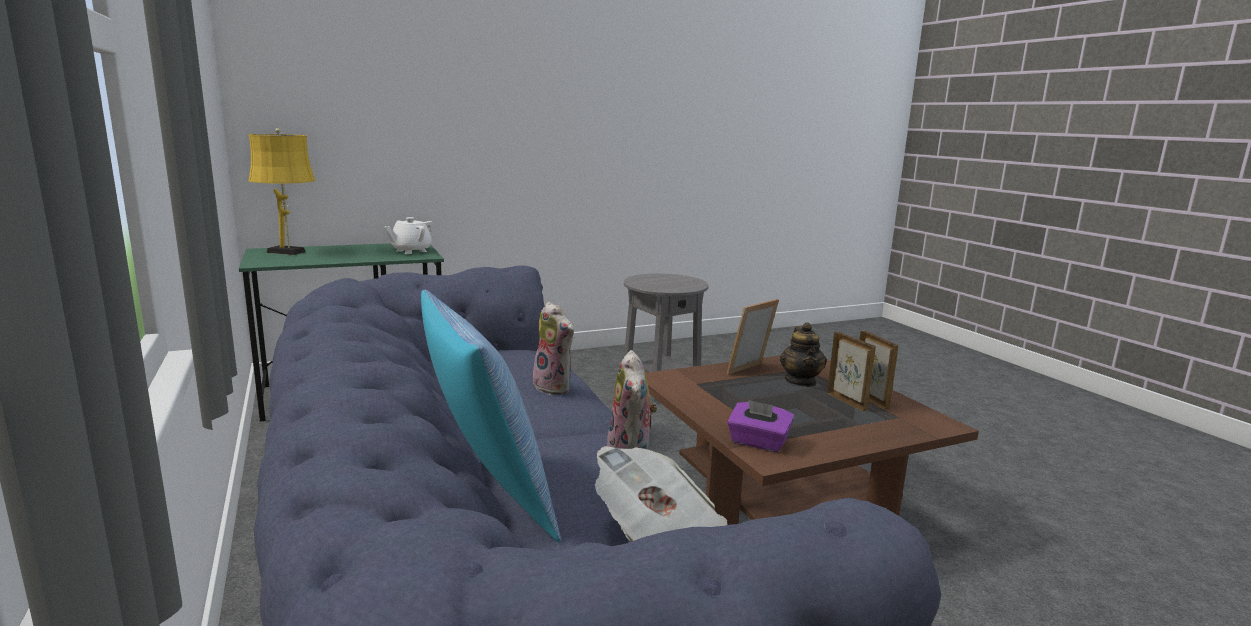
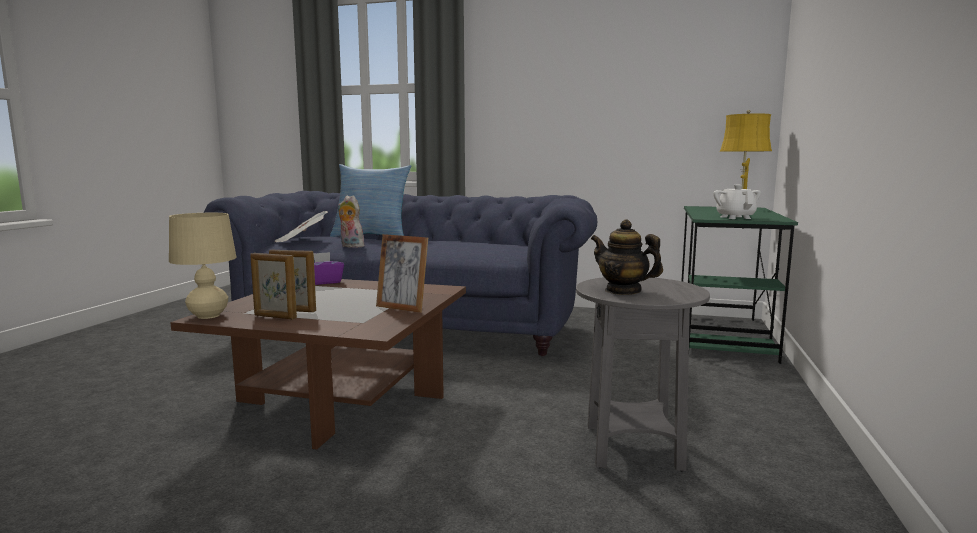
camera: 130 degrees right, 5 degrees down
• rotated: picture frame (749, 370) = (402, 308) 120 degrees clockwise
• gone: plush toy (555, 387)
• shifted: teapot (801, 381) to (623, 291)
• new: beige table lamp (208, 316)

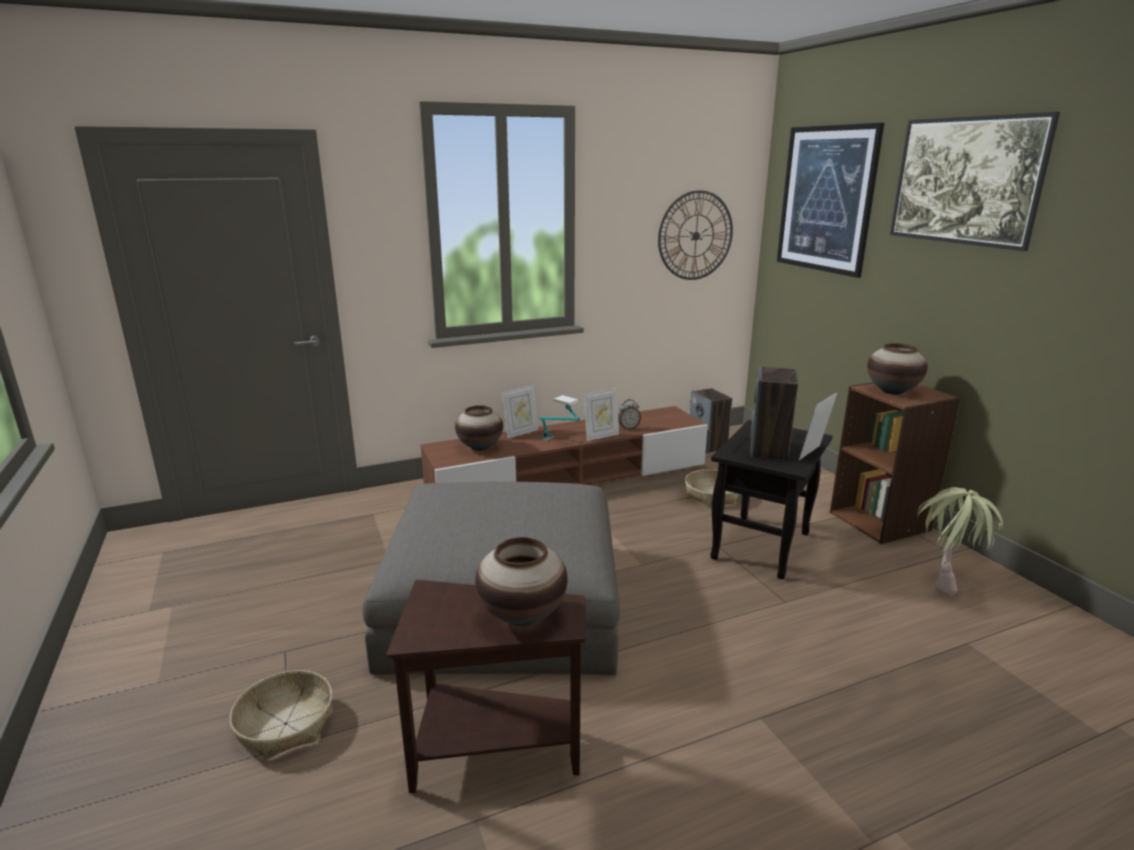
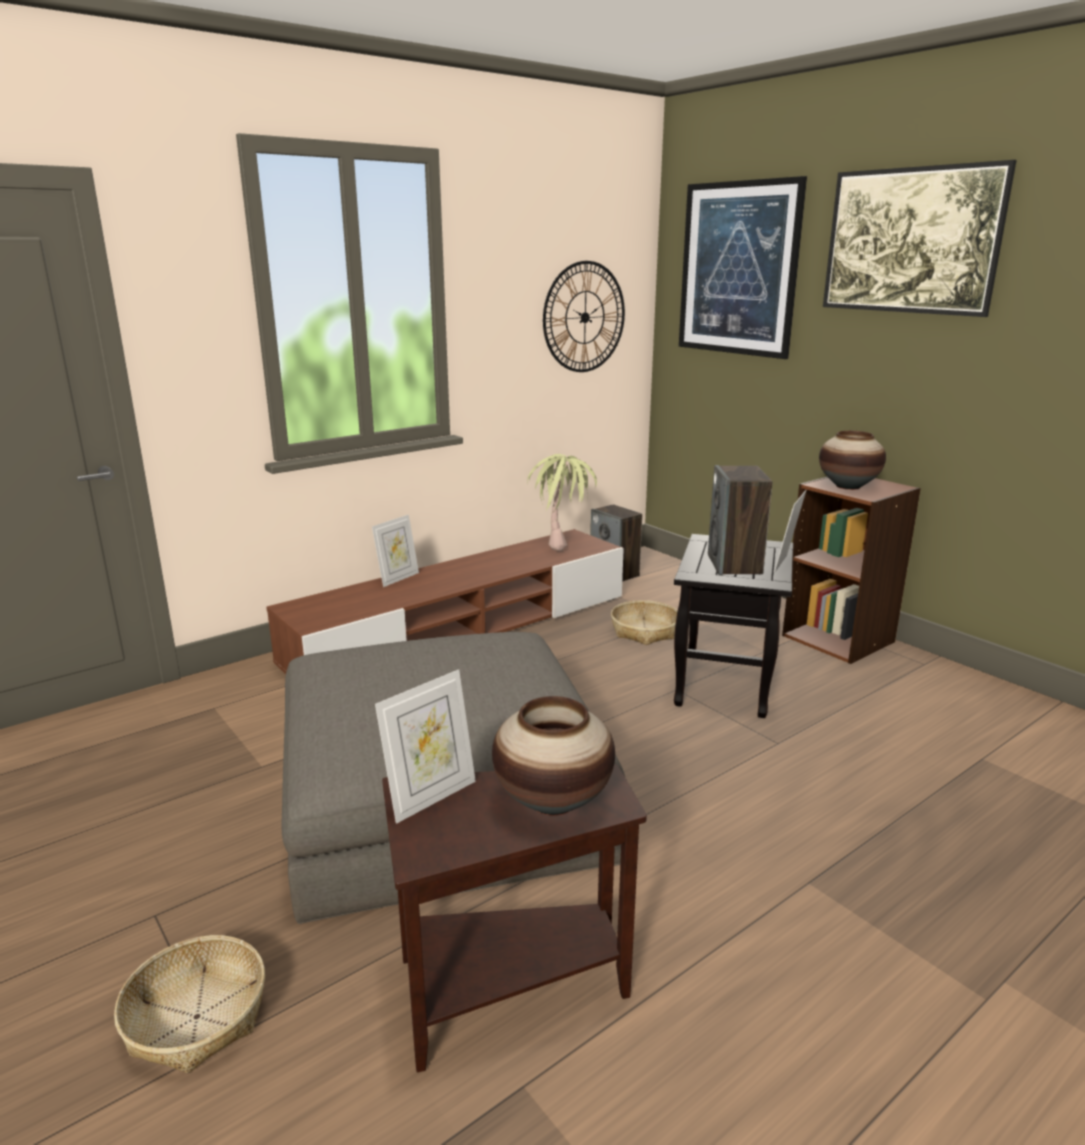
camera: 15 degrees left, 0 degrees up
• shifted: picture frame (601, 436) to (431, 797)
• gone: table lamp (559, 442)
• gone: alarm clock (628, 428)
• gone: vase (480, 447)
• shifted: potted plant (946, 581) to (562, 543)

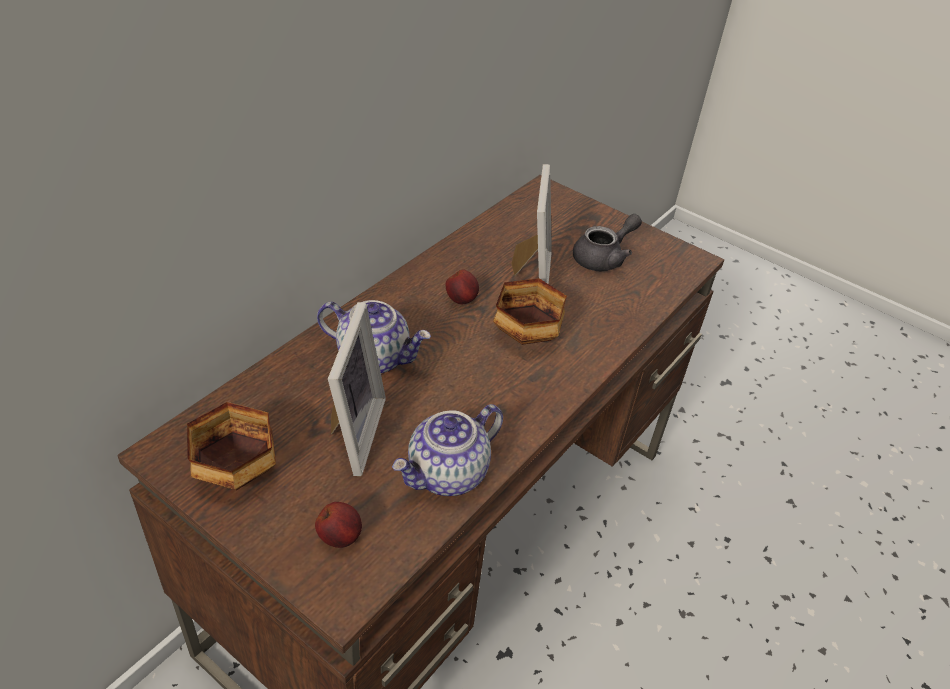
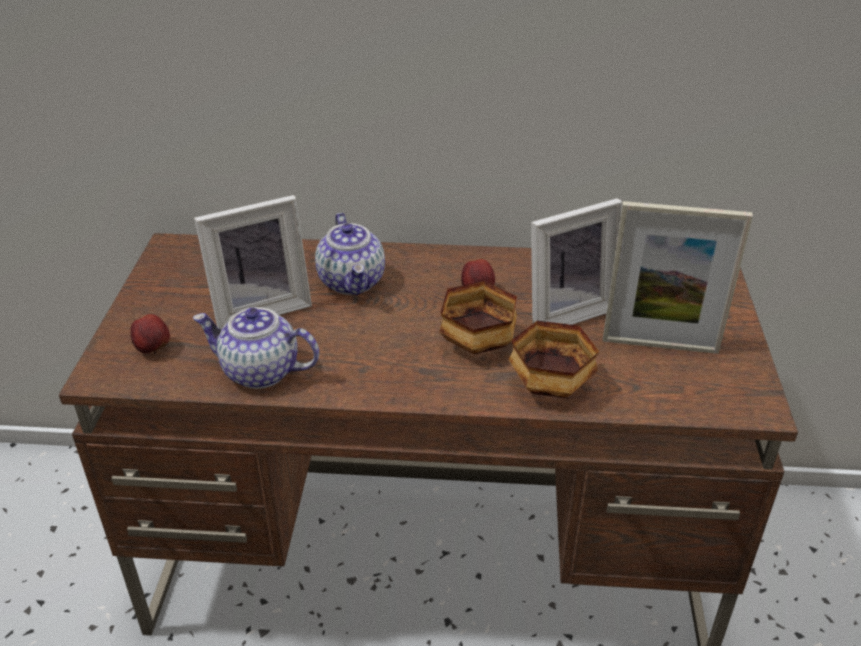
camera: 60 degrees right, 5 degrees down
• swapped: grey teapot (603, 258) to picture frame (660, 345)
• shifted: bowl (238, 472) to (550, 387)

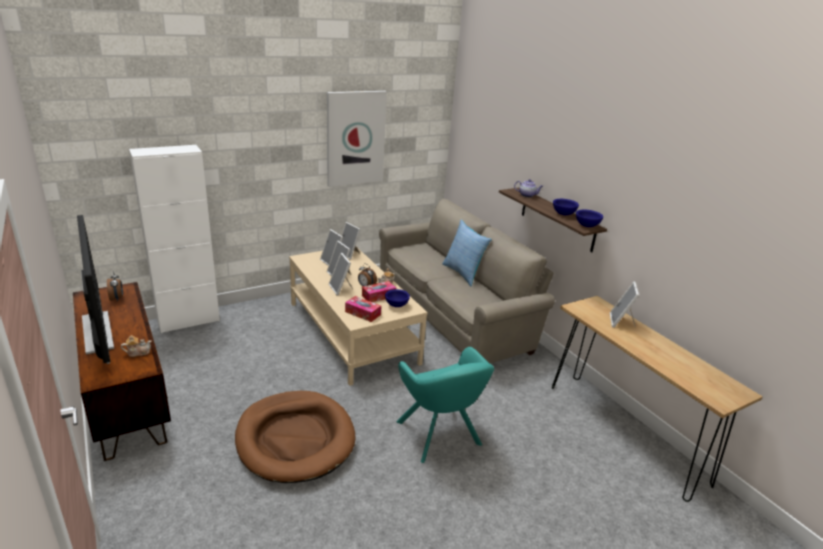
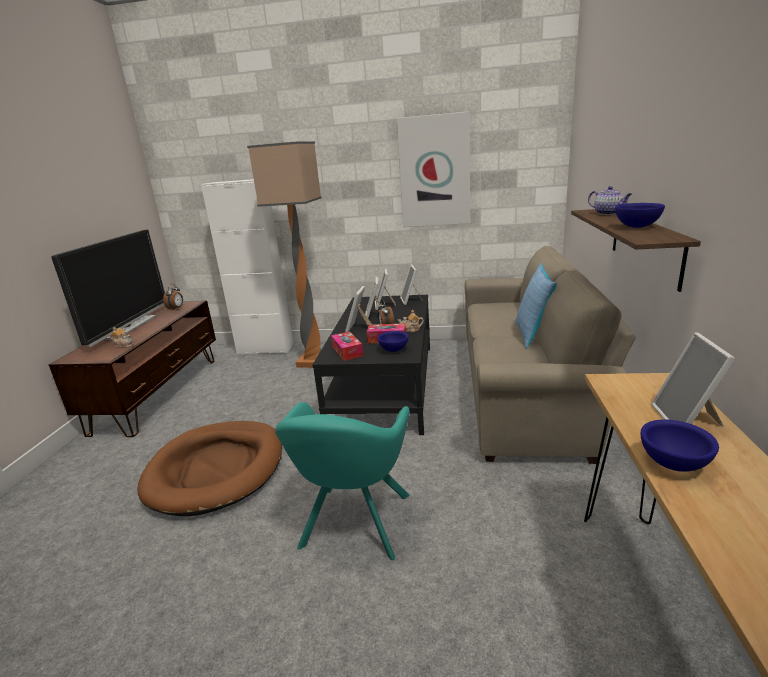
camera: 40 degrees right, 5 degrees down
• shifted: blue bowl (586, 226) to (672, 463)
• repainted: beige coffee table (352, 332) to black coffee table (385, 385)
• rotated: picture frame (621, 322) = (687, 420) 45 degrees counterclockwise
• new: floor lamp (312, 362)

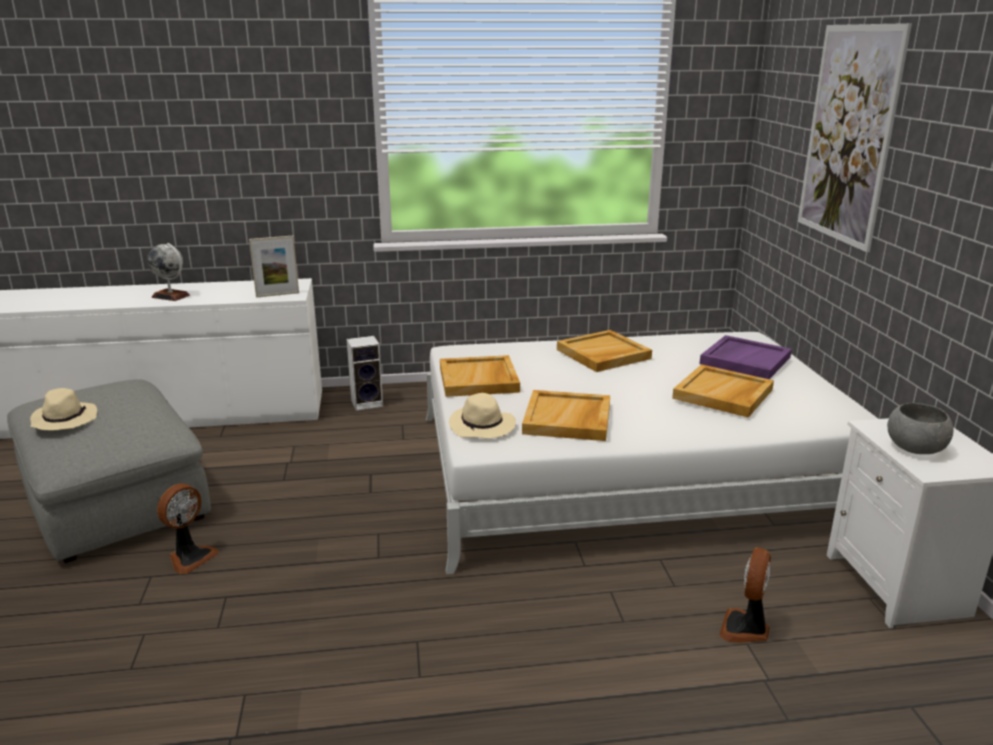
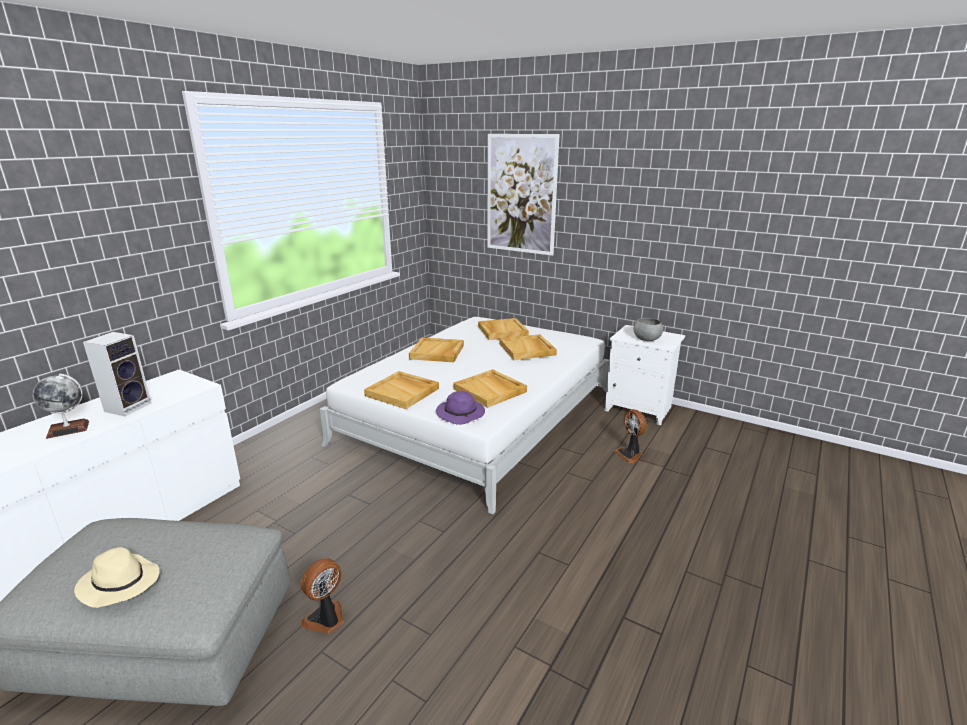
camera: 50 degrees left, 0 degrees up
• gone: picture frame (277, 294)
• repainted: purple tray (744, 360) to beige tray (502, 331)
• shifted: speaker (368, 403) to (129, 406)
• repainted: beige hat (482, 427) to purple hat (461, 414)
• rotated: fan (190, 557) = (326, 619) 120 degrees counterclockwise

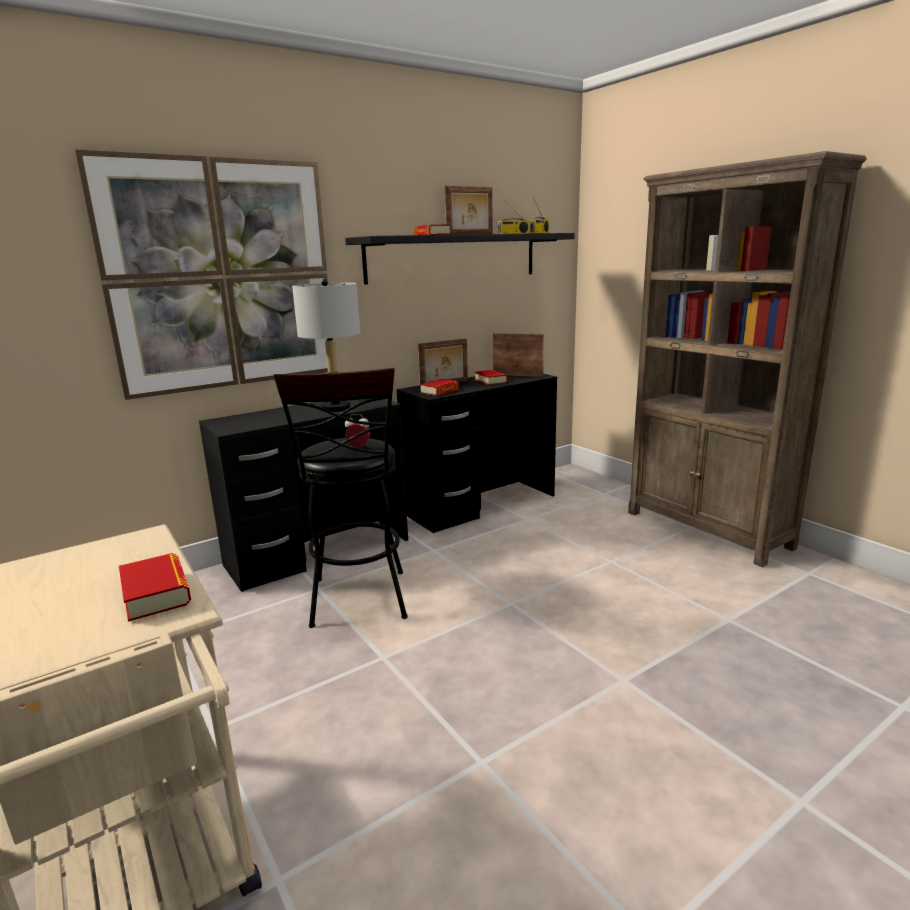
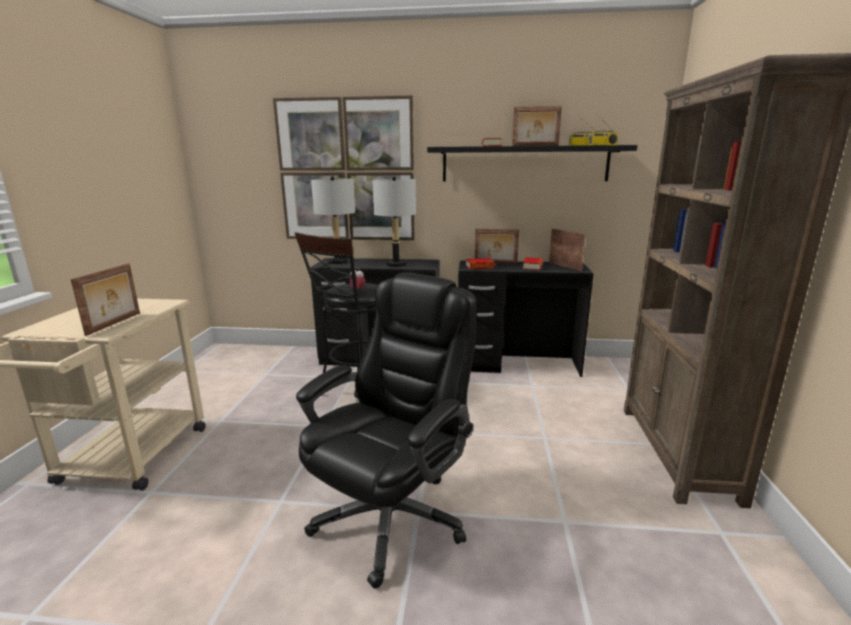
camera: 40 degrees right, 0 degrees up
• swapped: book (156, 593) to picture frame (115, 323)
• new: grey table lamp (338, 262)
• new: black office chair (392, 516)

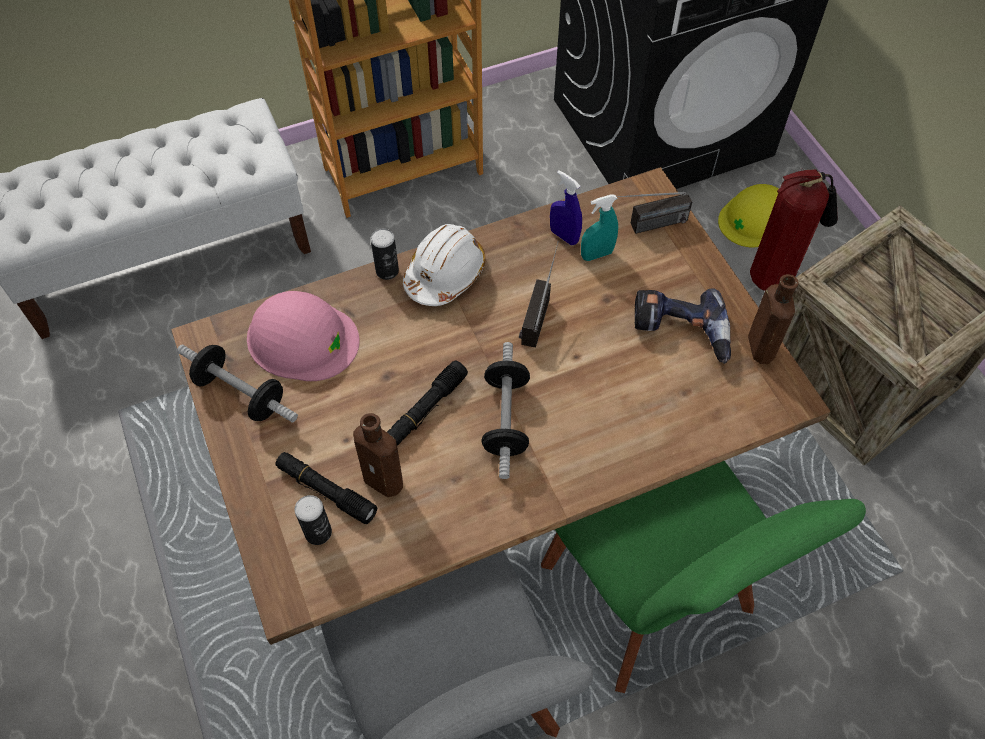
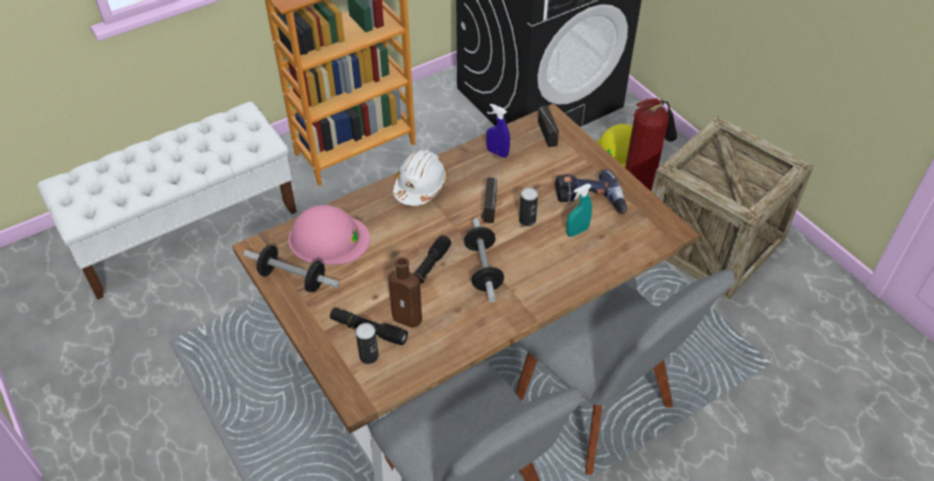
camera: 10 degrees left, 10 degrees down
• rotated: radio (645, 227) = (551, 140) 75 degrees counterclockwise
• shifted: turquoise spray bottle (597, 254) to (577, 231)
• shifted: can (387, 271) to (527, 220)
• gone: brown bottle (760, 344)
• repainted: green chair (651, 598) to grey chair (598, 408)

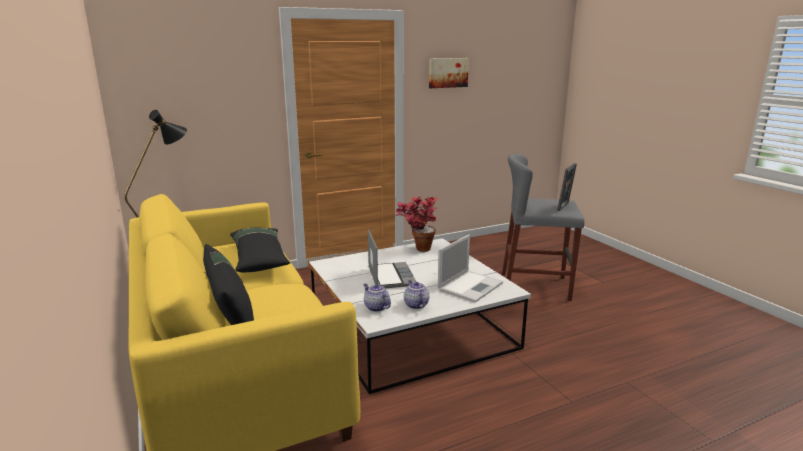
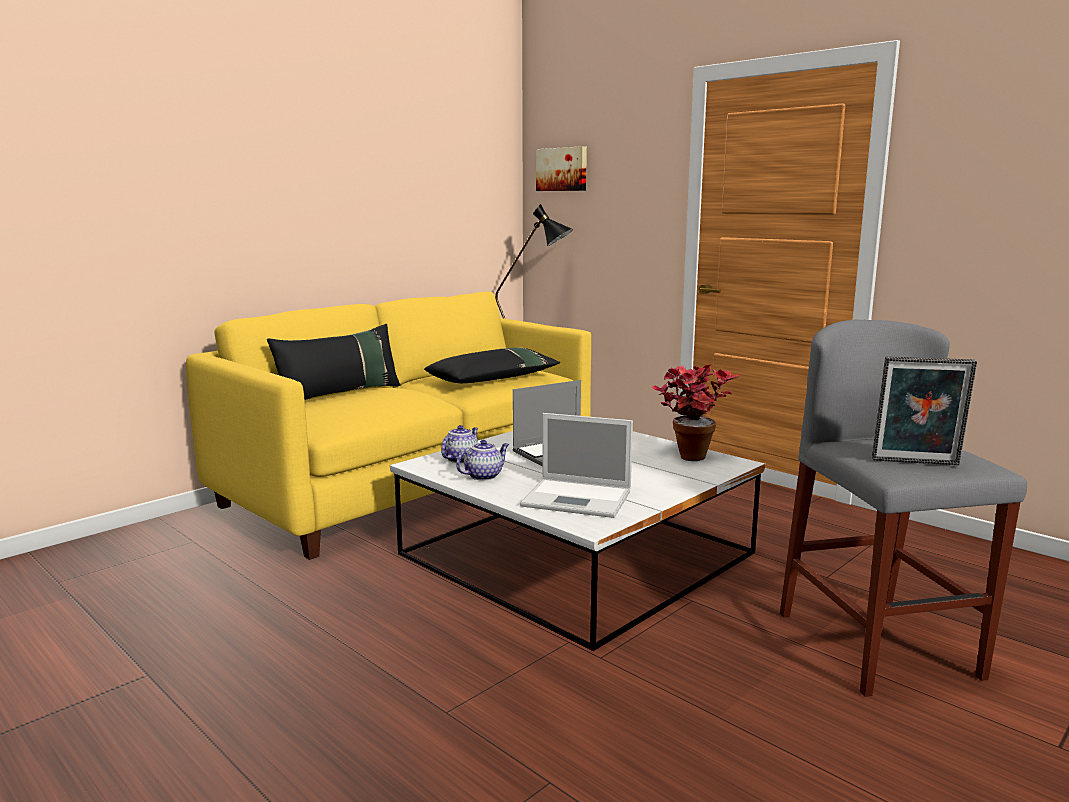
camera: 70 degrees right, 5 degrees down
• shifted: picture (447, 72) to (562, 169)

